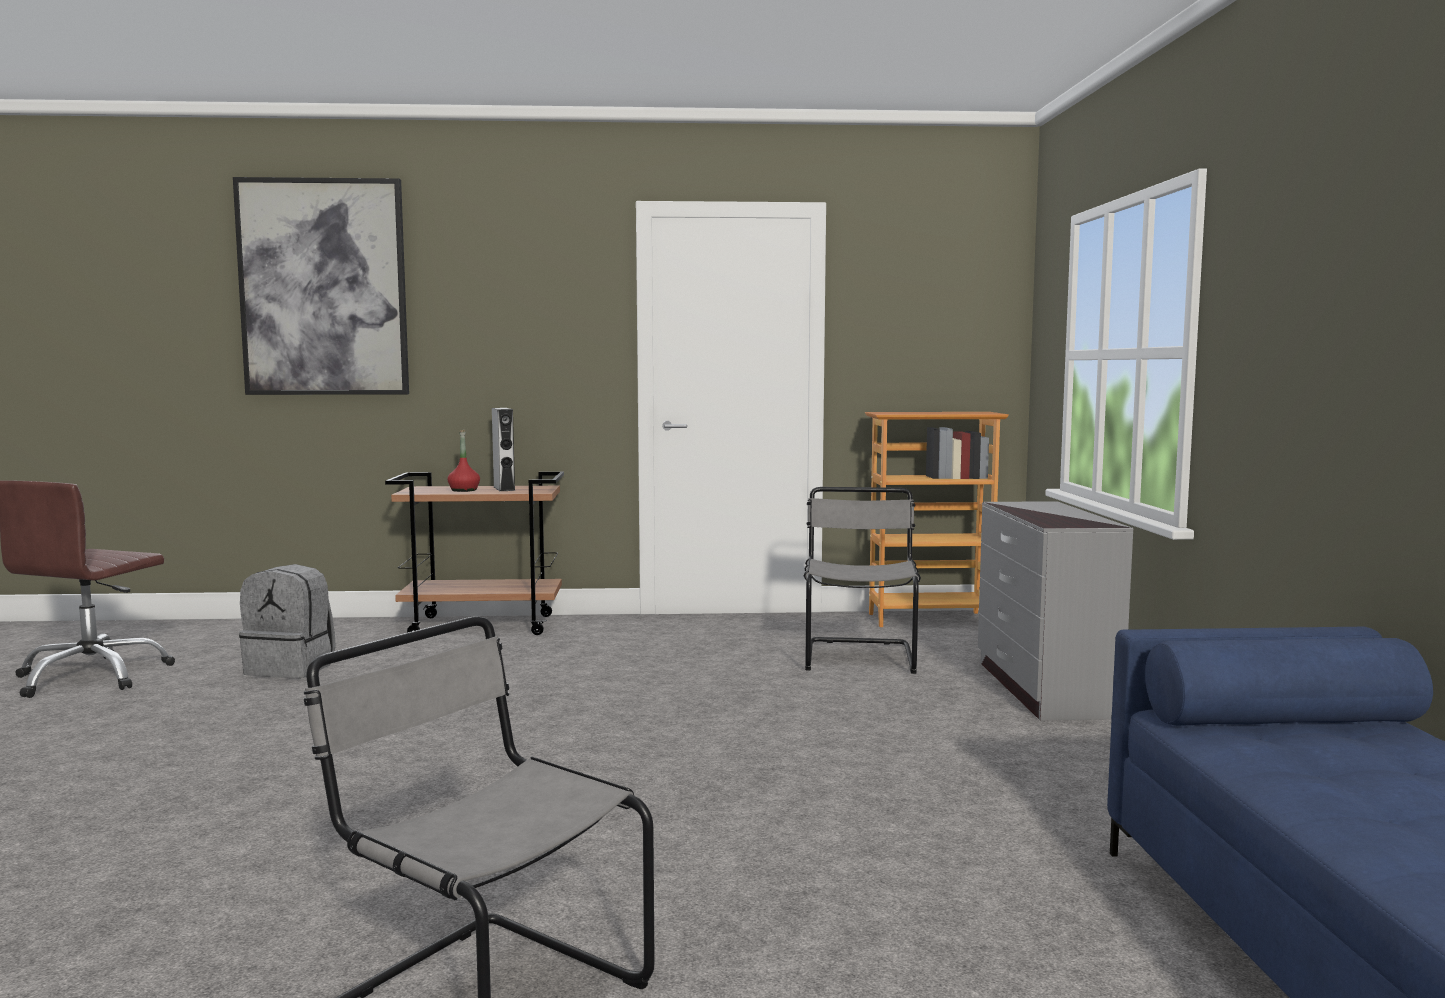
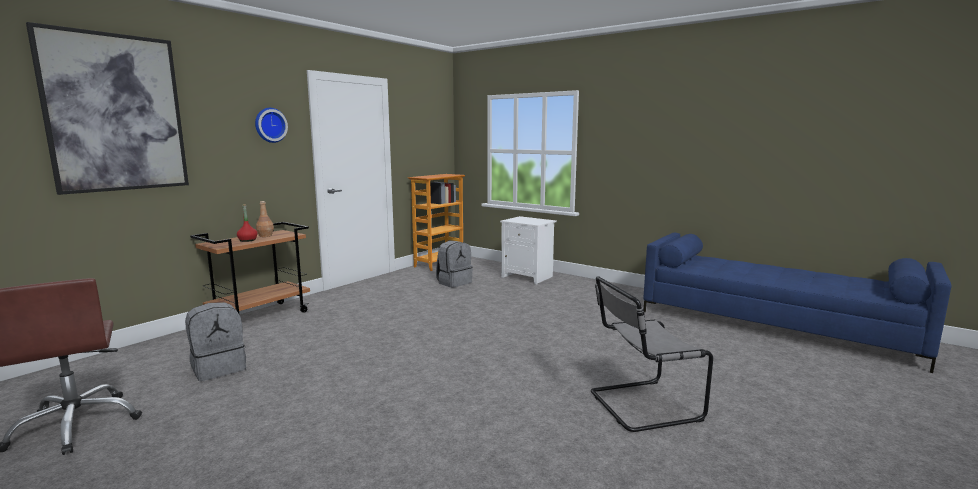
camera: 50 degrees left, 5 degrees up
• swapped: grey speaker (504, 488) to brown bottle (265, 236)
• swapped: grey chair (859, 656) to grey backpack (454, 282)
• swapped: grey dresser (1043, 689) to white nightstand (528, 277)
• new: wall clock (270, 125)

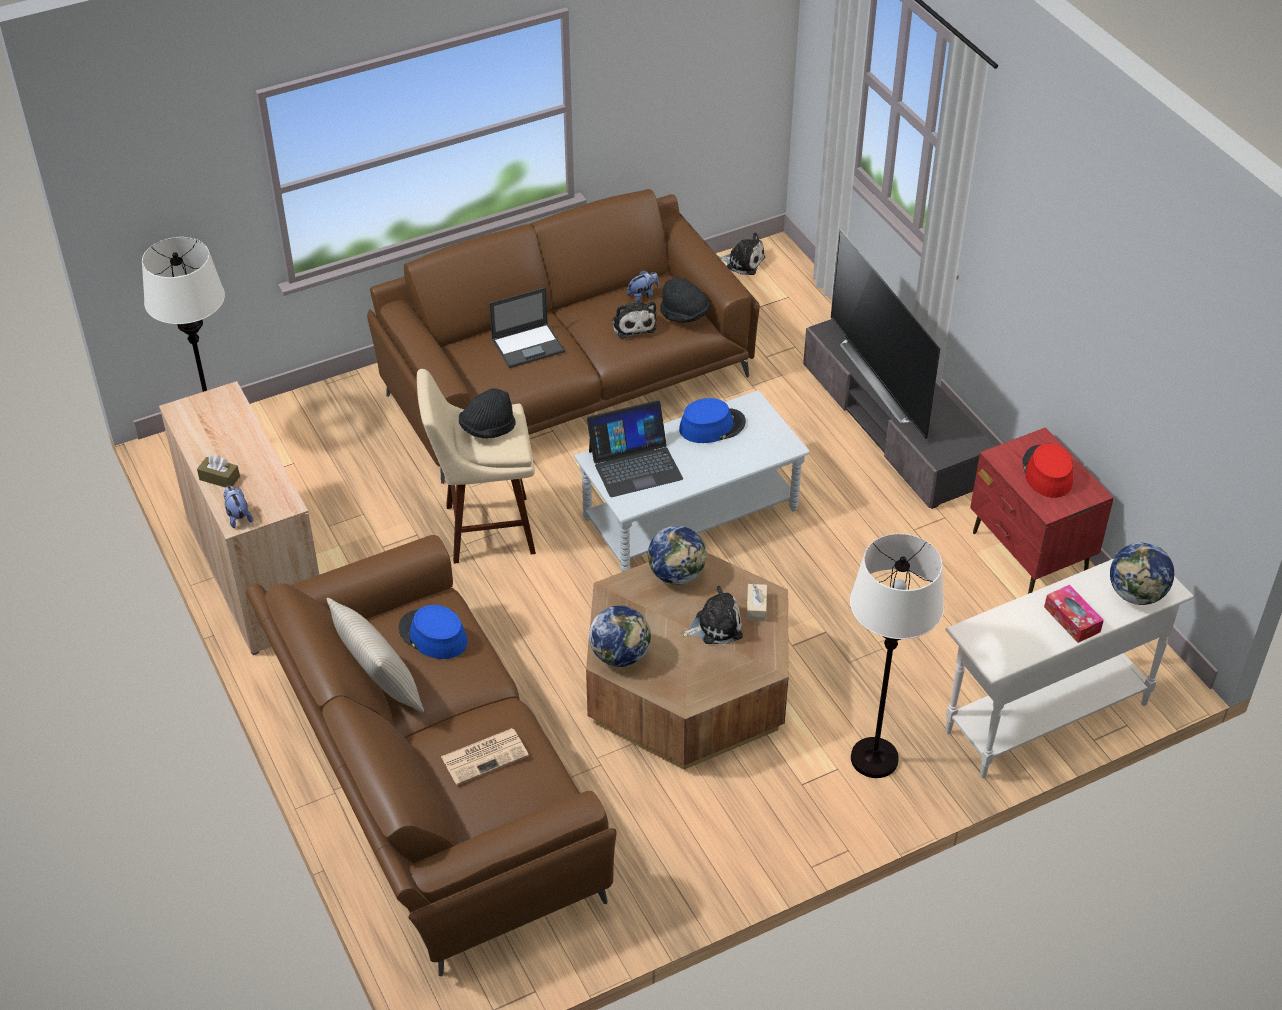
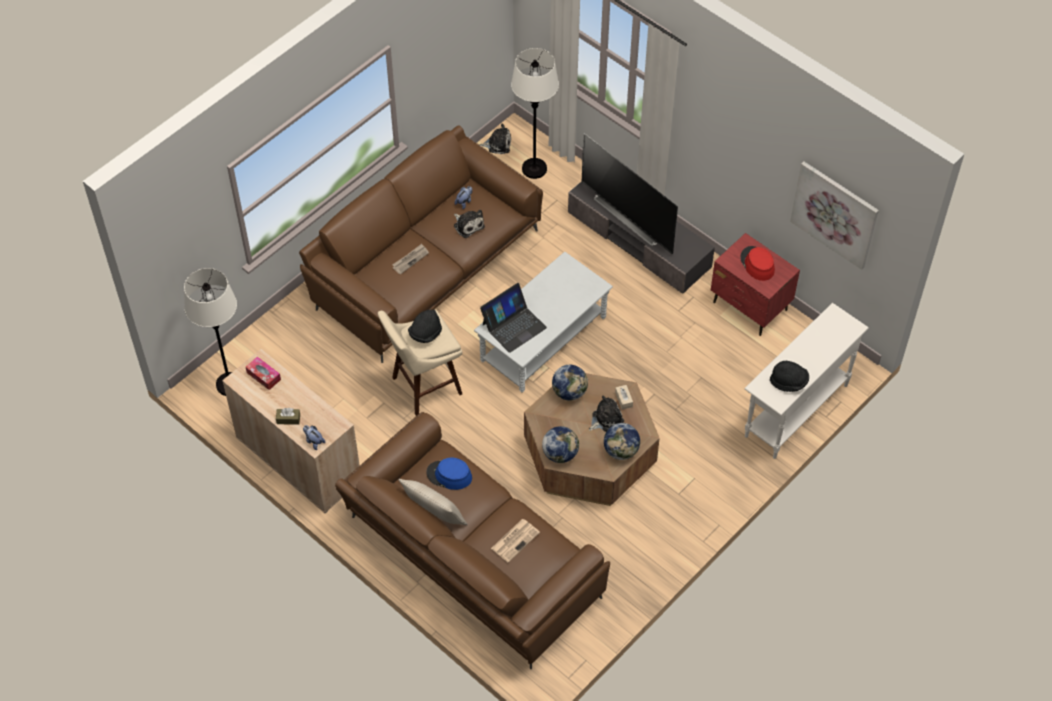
camera: 20 degrees left, 10 degrees up
• shifted: black hat (685, 315) to (788, 382)
• swapped: laptop (528, 345) to newspaper (410, 259)
• gone: blue hat (712, 426)
• shifted: white floor lamp (874, 758) to (534, 168)
• shifted: globe (1136, 594) to (621, 451)
• shifted: tissue box (1072, 619) to (263, 376)
• new: picture (834, 214)

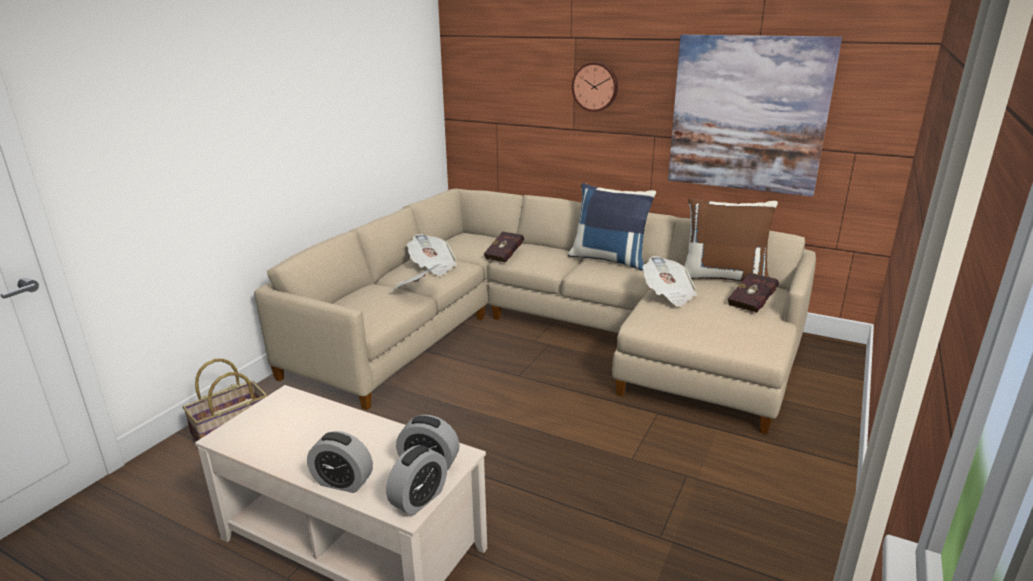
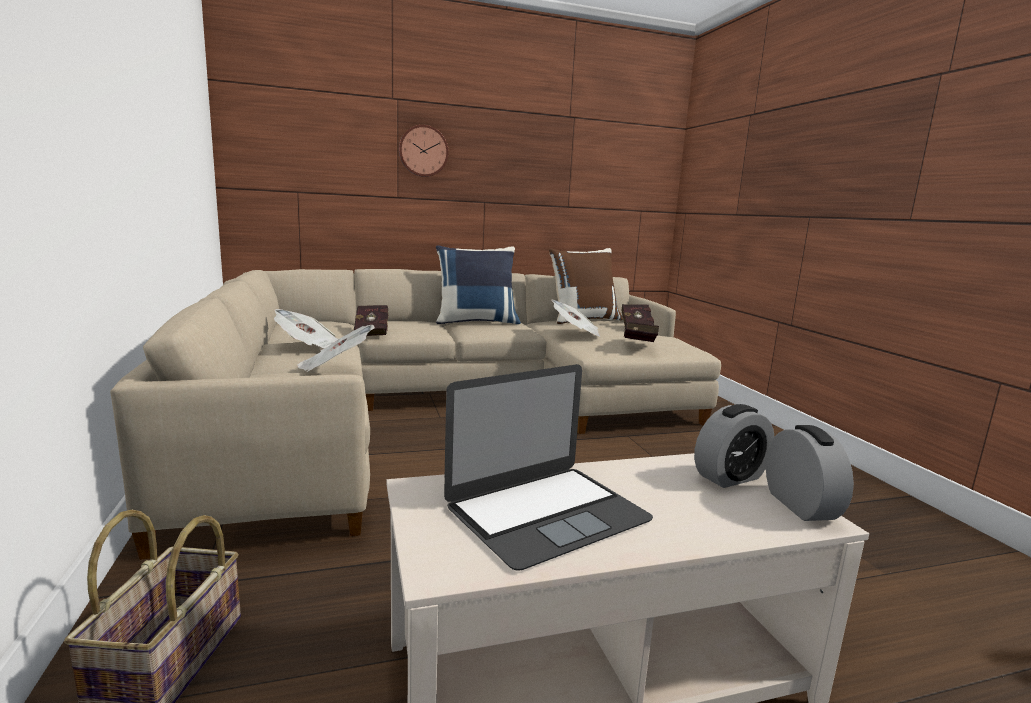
camera: 45 degrees left, 10 degrees down
• gone: picture (747, 114)
• gone: alarm clock (342, 482)
• new: red book (638, 345)
• new: laptop (547, 513)

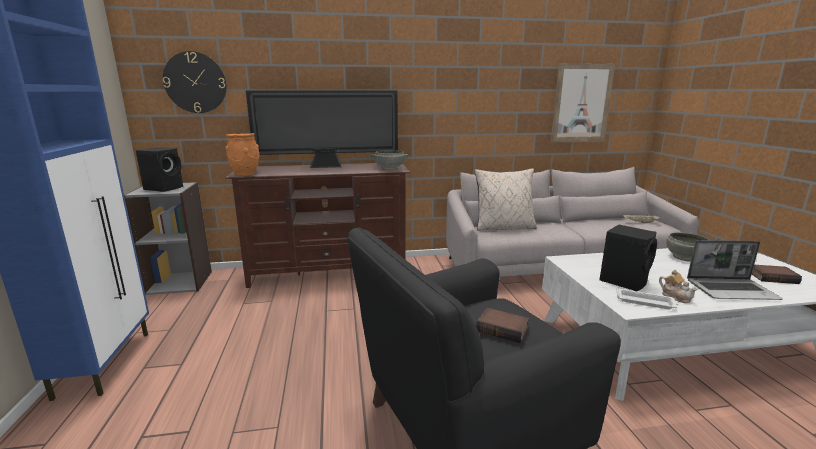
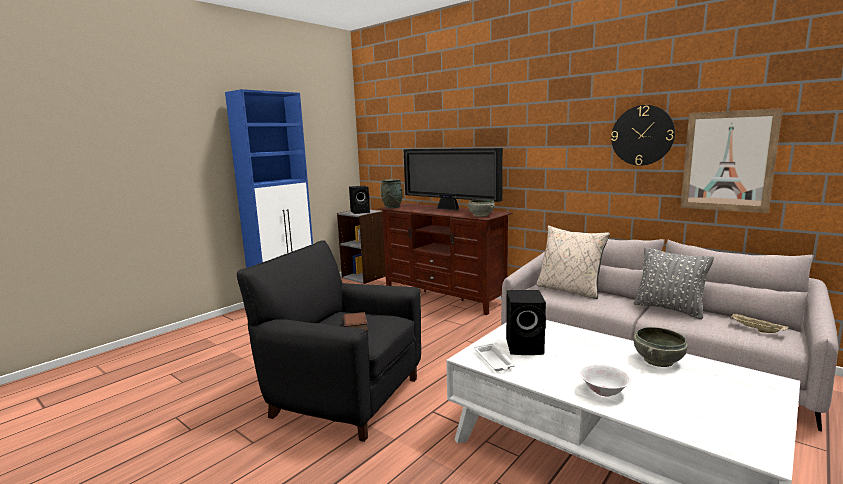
camera: 50 degrees right, 5 degrees down
• shifted: wall clock (195, 82) to (642, 135)
• repainted: orange vase (245, 173) to grey vase (392, 207)
• swapped: laptop (731, 290) to white bowl (604, 391)
• gone: book (772, 277)
• gone: teapot (675, 296)
• new: grey pillow (669, 309)

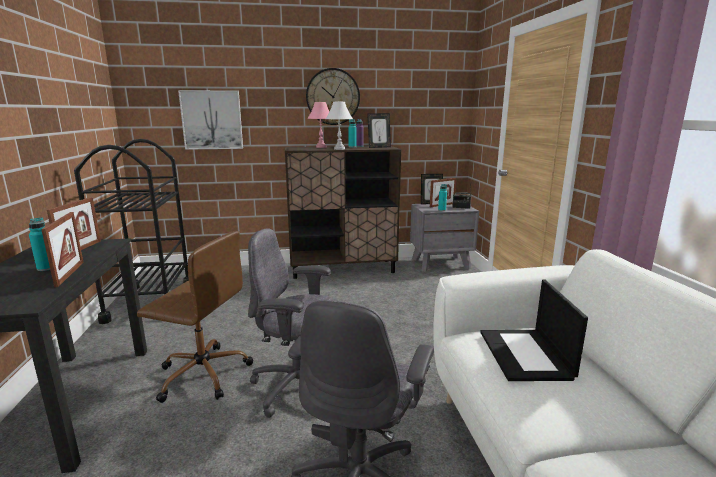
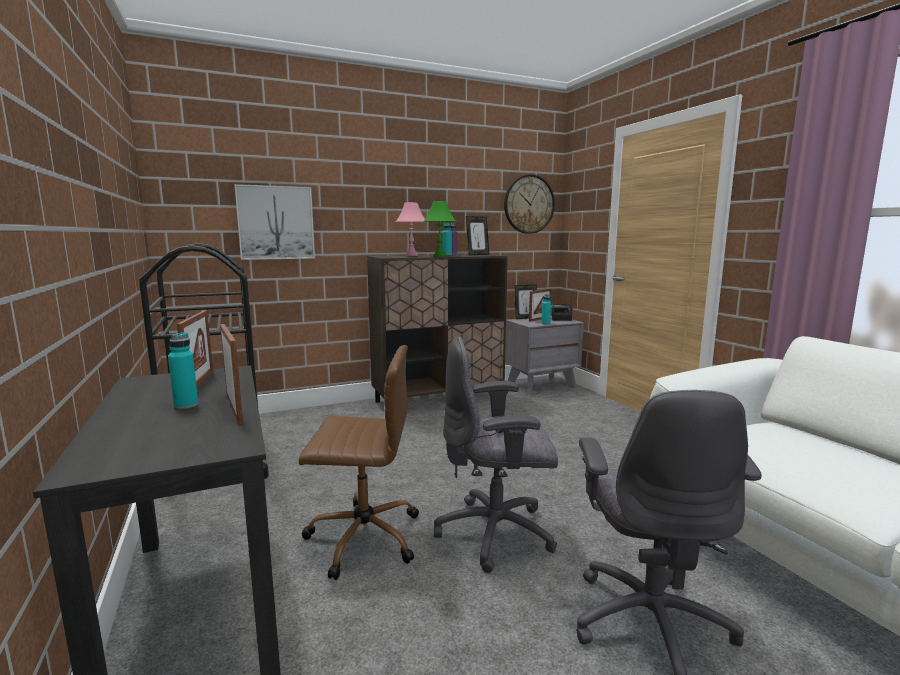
camera: 15 degrees left, 5 degrees down
• shifted: wall clock (333, 97) to (529, 204)
• repainted: white table lamp (339, 149) to green table lamp (440, 256)
• gone: laptop (526, 355)

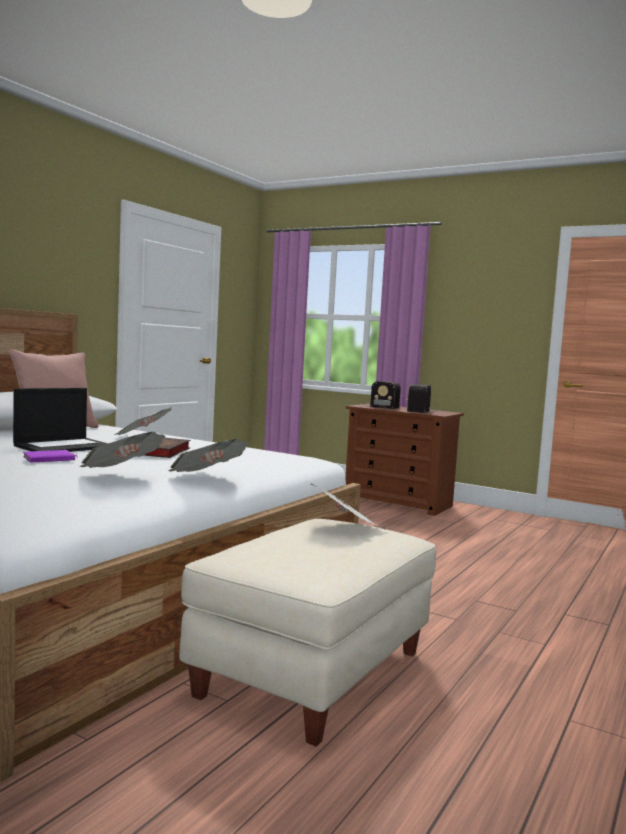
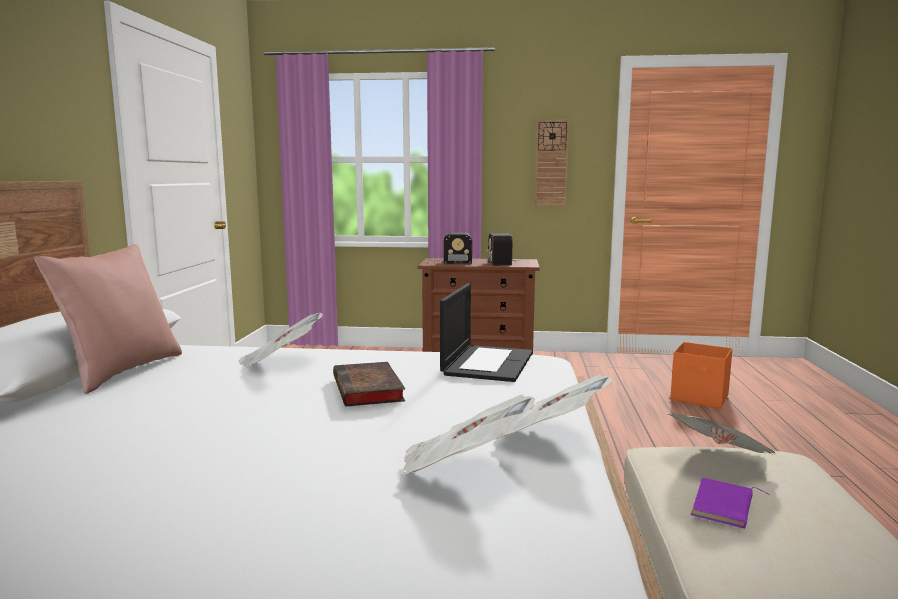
camera: 25 degrees left, 5 degrees up
• shifted: laptop (64, 446) to (487, 363)
• shifted: purple book (49, 459) to (725, 507)
• new: wall clock (551, 163)
• new: orange storage box (700, 398)

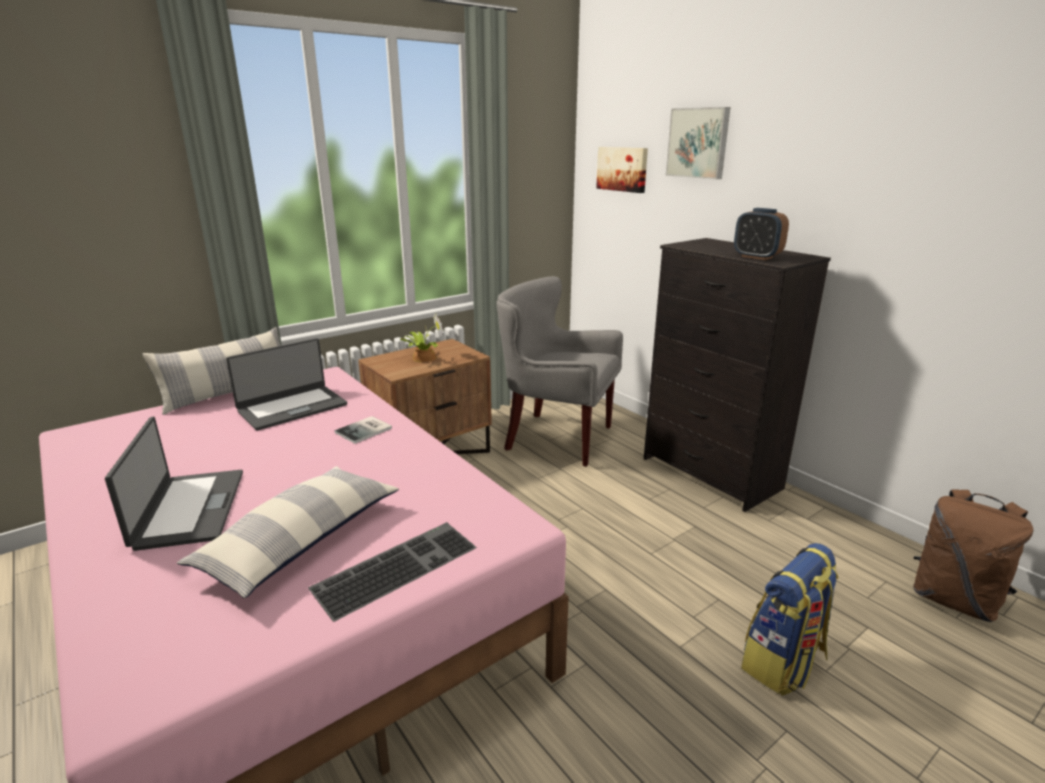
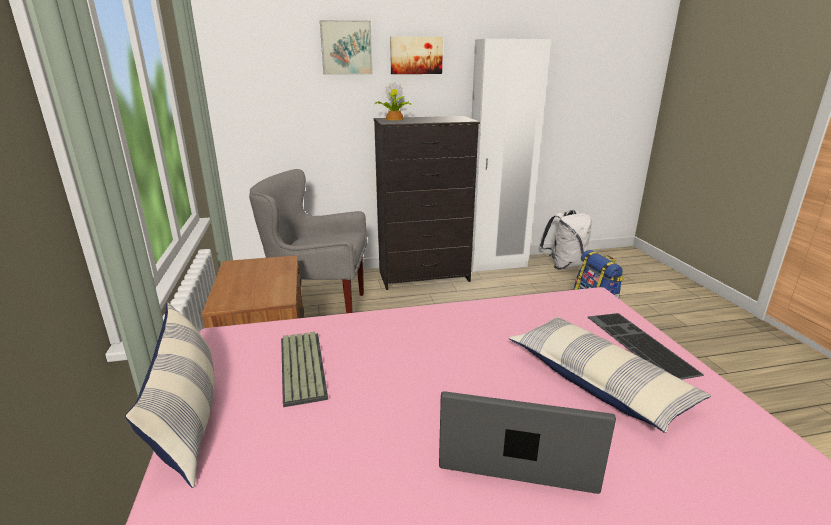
camera: 65 degrees left, 0 degrees up
• shifted: picture (623, 169) to (416, 55)
• gone: alarm clock (757, 257)
• rotated: grey armchair (556, 437) = (319, 311) 45 degrees clockwise
• shifted: potted plant (422, 358) to (393, 119)
• swapped: laptop (292, 407) to keyboard (300, 367)
• gone: book (365, 430)
• repainted: brown backpack (954, 599) to white backpack (564, 265)
• new: white wardrobe (496, 265)

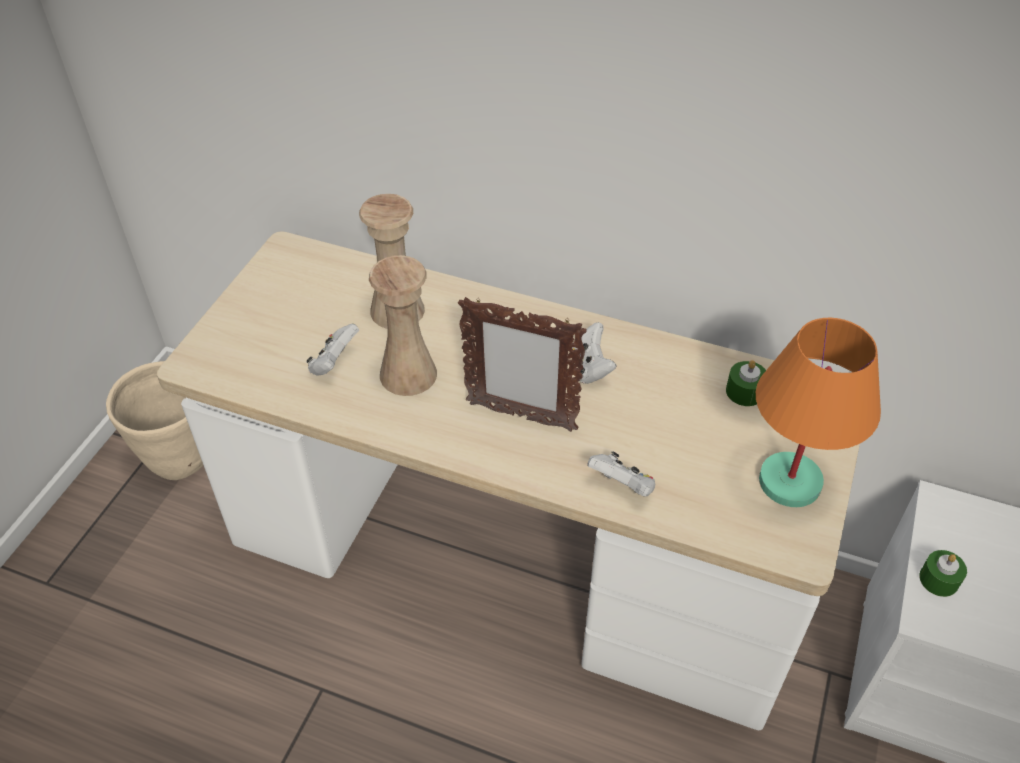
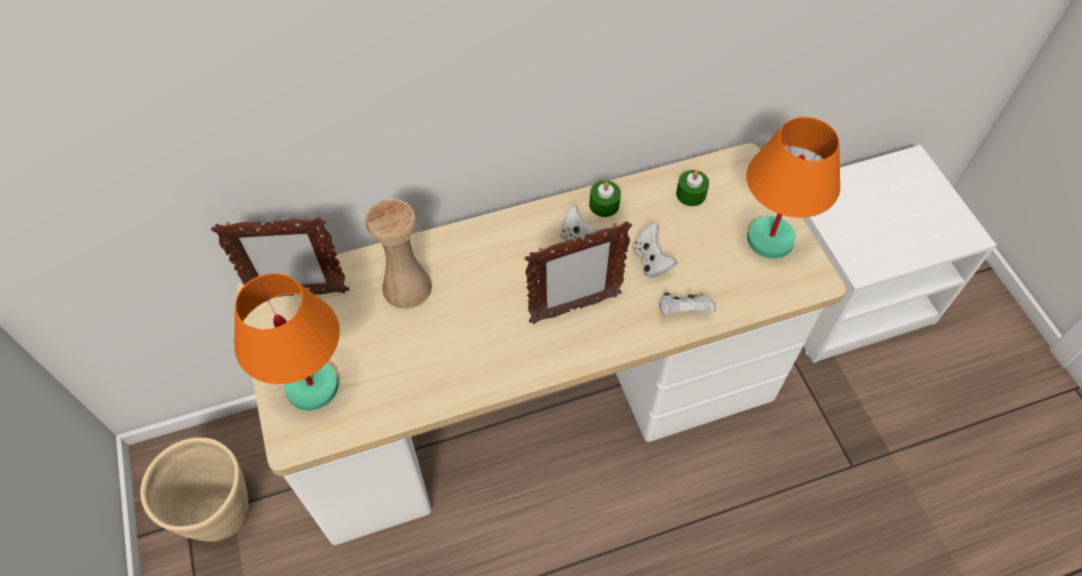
camera: 40 degrees left, 10 degrees up
• gone: beige vase (408, 374)
• shifted: white game controller (334, 363) to (651, 261)
• shifted: green candle (938, 580) to (604, 205)
• new: picture frame (299, 294)
• new: orange table lamp (313, 386)

